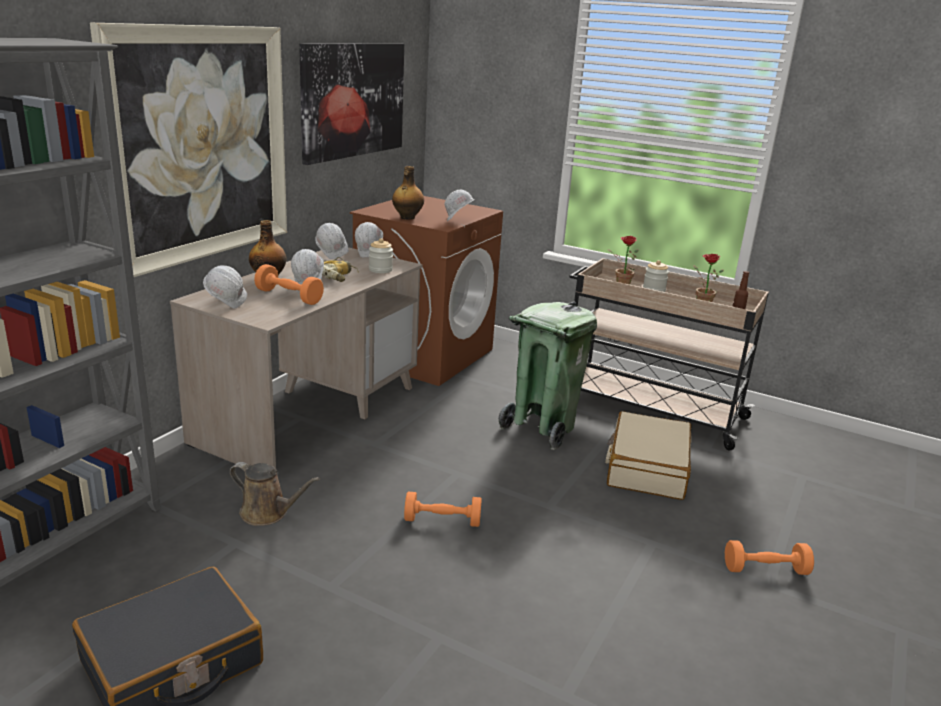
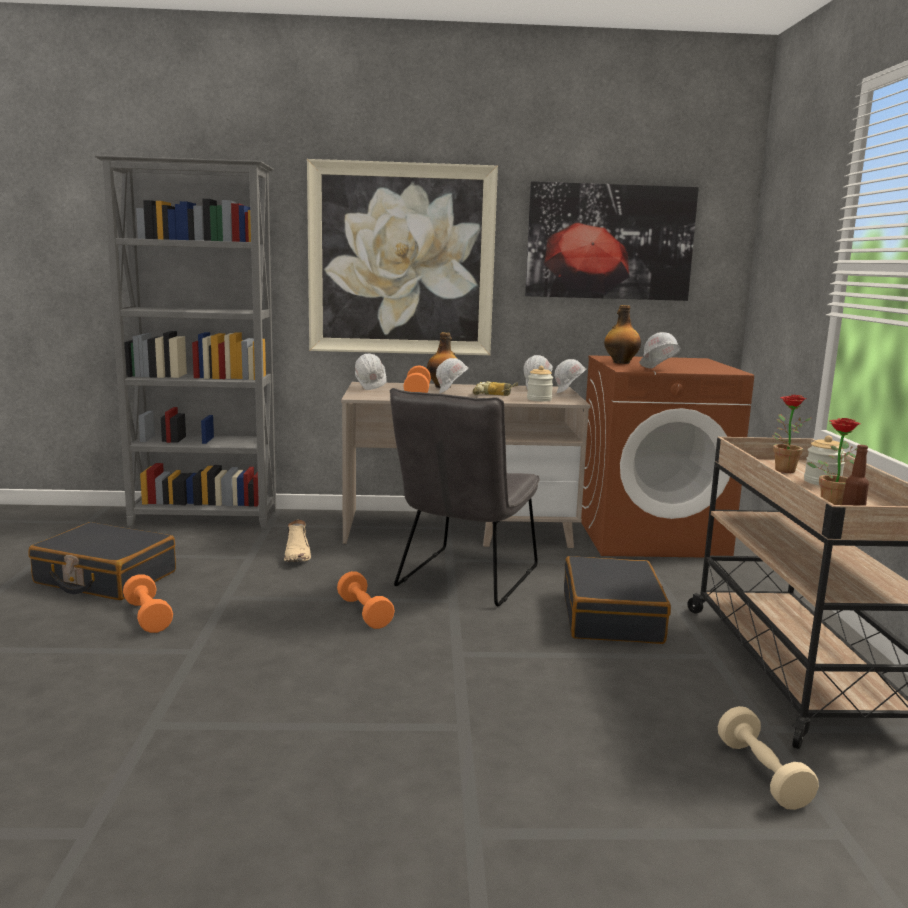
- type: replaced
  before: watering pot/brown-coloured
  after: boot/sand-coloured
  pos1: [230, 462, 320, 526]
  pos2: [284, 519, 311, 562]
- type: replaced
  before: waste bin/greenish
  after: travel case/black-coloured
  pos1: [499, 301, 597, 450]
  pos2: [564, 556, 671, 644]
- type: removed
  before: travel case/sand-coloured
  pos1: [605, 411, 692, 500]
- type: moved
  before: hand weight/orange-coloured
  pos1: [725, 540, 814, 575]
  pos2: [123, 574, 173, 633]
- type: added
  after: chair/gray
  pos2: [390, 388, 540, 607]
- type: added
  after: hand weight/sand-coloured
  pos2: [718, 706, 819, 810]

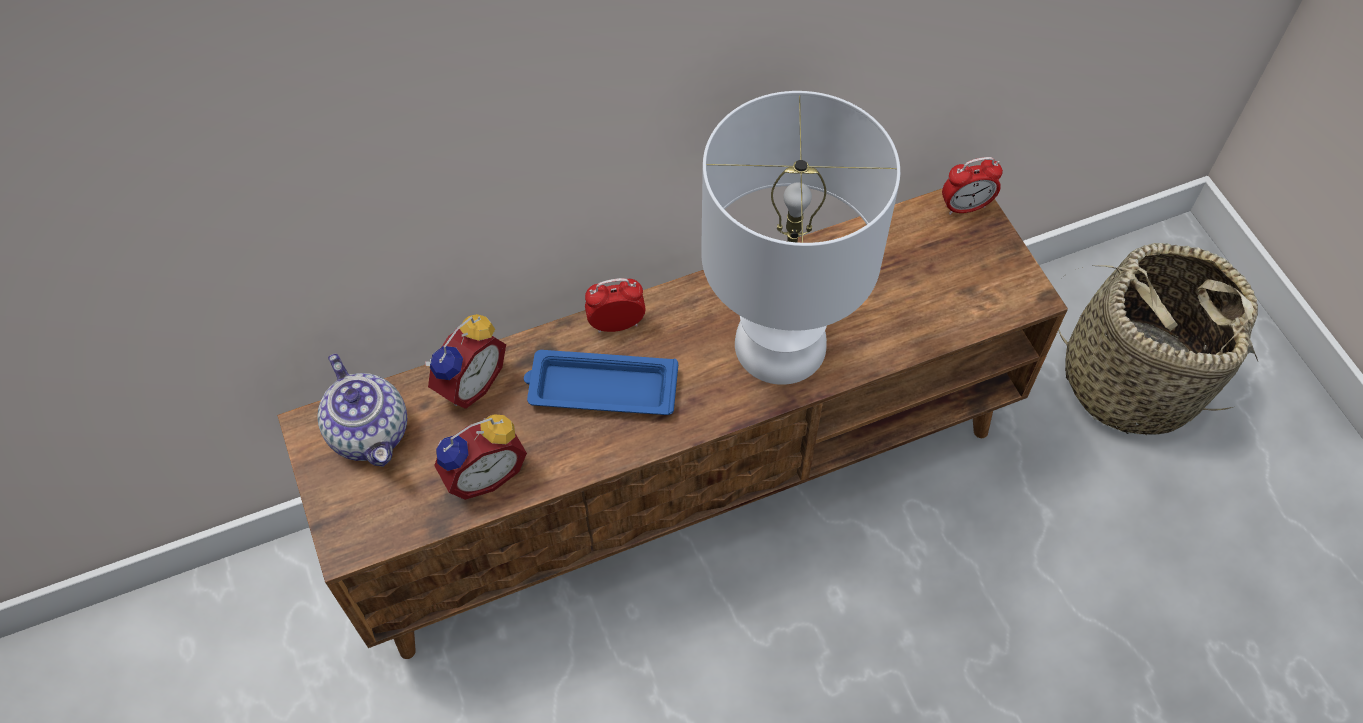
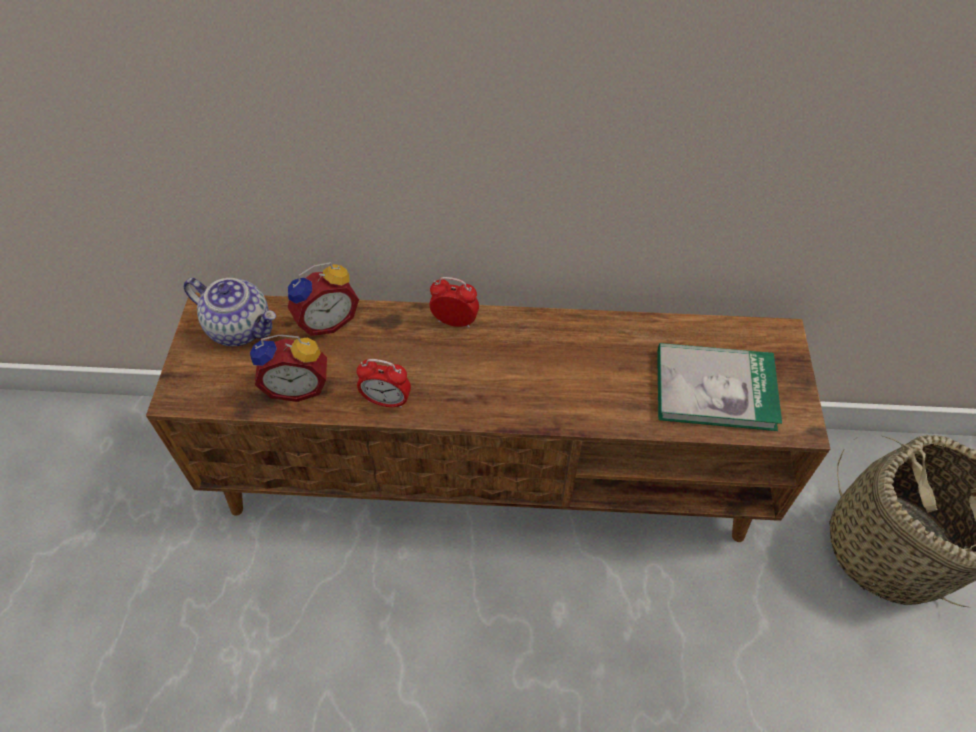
- type: turned
  before: teapot
  pos1: [317, 354, 407, 467]
  pos2: [184, 278, 276, 346]
  turn: -60
- type: removed
  before: carrying tray/blue
  pos1: [524, 350, 678, 415]
- type: removed
  before: table lamp/white
  pos1: [701, 91, 900, 385]
- type: moved
  before: bedside clock
  pos1: [942, 157, 1003, 215]
  pos2: [356, 359, 411, 408]
- type: added
  after: bound book
  pos2: [657, 343, 782, 431]

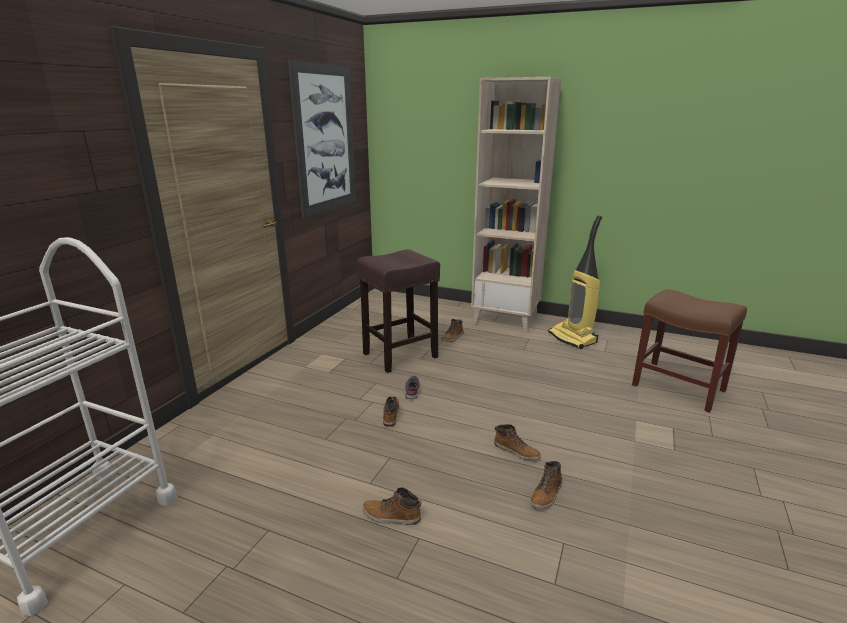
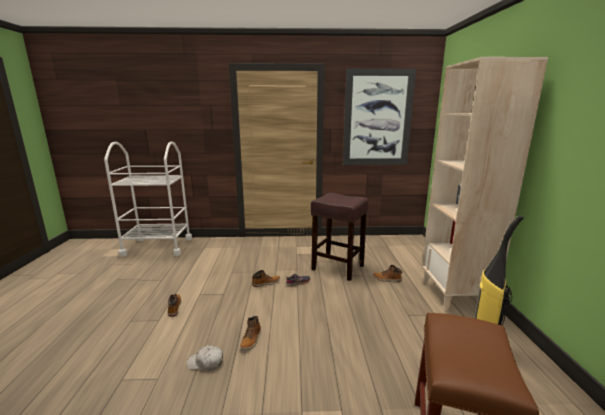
- type: replaced
  before: boot
  after: cap/white
  pos1: [530, 461, 562, 509]
  pos2: [187, 345, 223, 370]

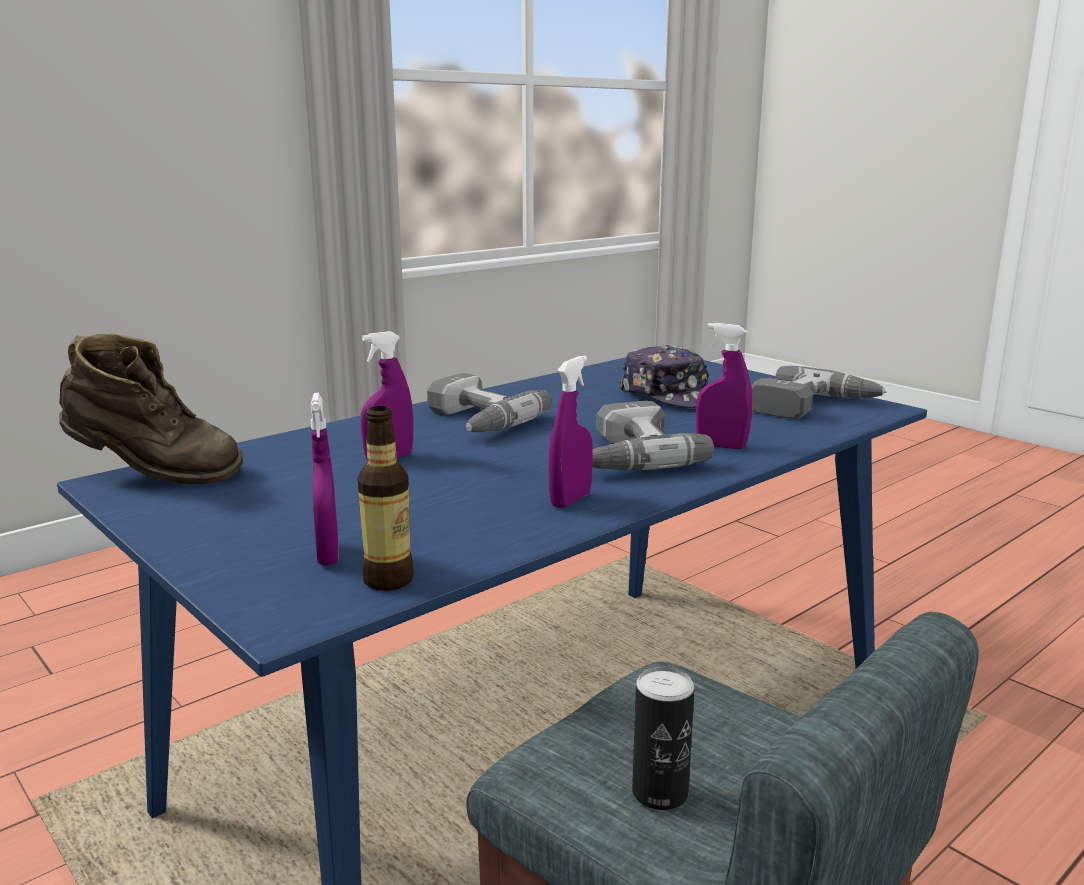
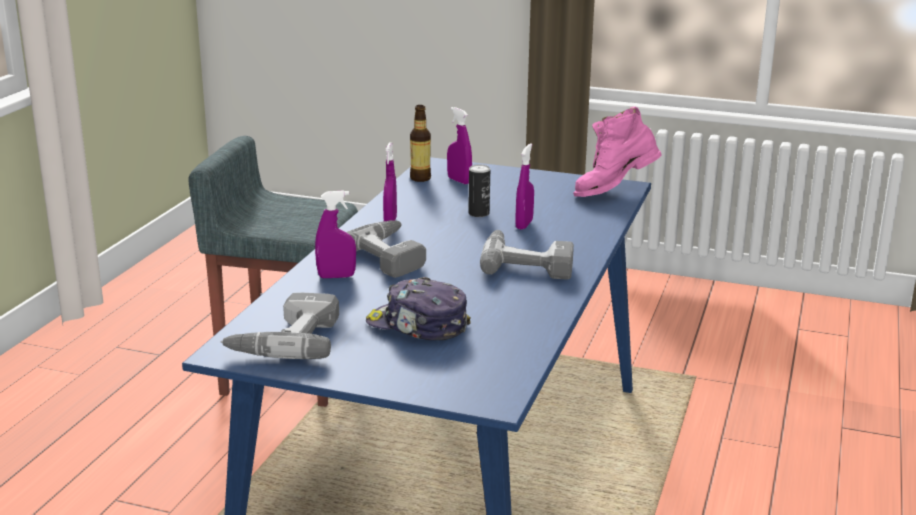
- type: recoloured
  before: boot/brown-coloured
  after: boot/pink-coloured
  pos1: [59, 334, 243, 485]
  pos2: [573, 107, 662, 197]
- type: moved
  before: sealed can
  pos1: [632, 667, 695, 810]
  pos2: [468, 164, 490, 217]

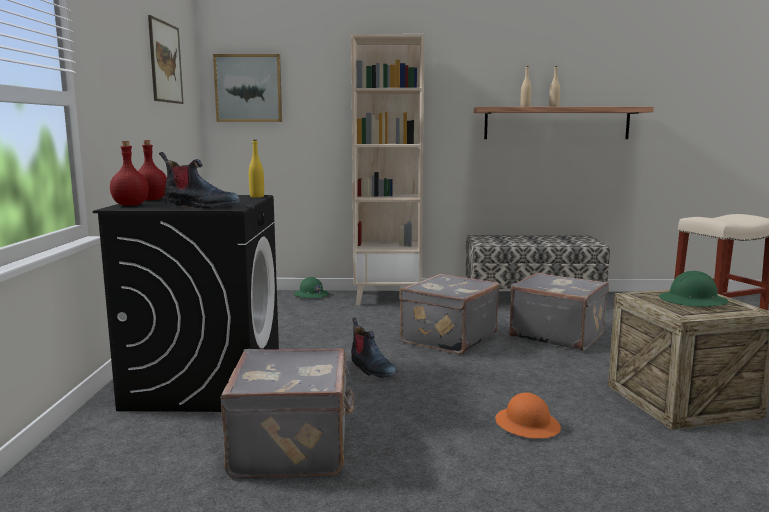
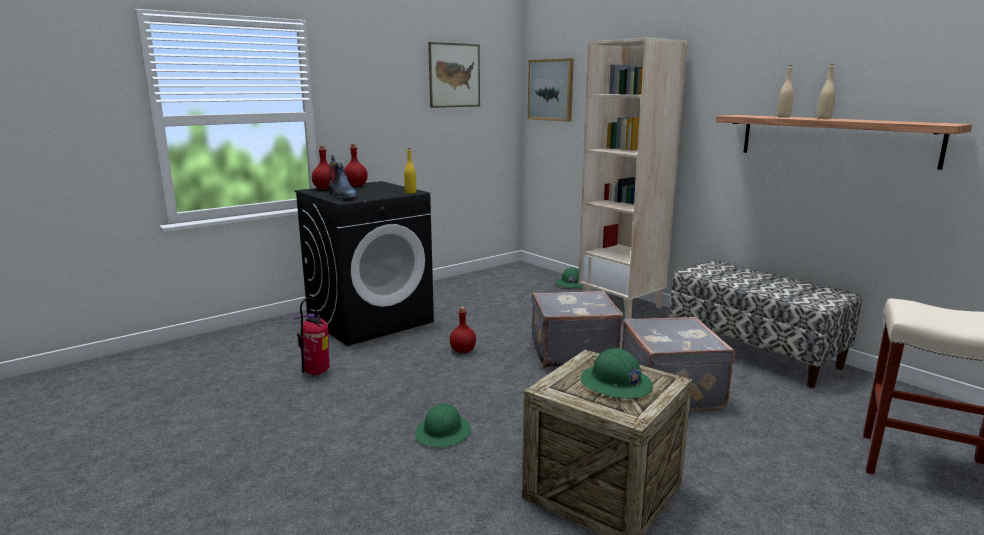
- type: replaced
  before: travel case/gray
  after: fire extinguisher
  pos1: [220, 348, 355, 478]
  pos2: [293, 297, 330, 375]
- type: replaced
  before: boot
  after: bottle/red
  pos1: [351, 318, 397, 378]
  pos2: [450, 307, 476, 353]
- type: recoloured
  before: work helmet/orange-coloured
  after: work helmet/greenish
  pos1: [495, 392, 561, 439]
  pos2: [415, 403, 471, 447]

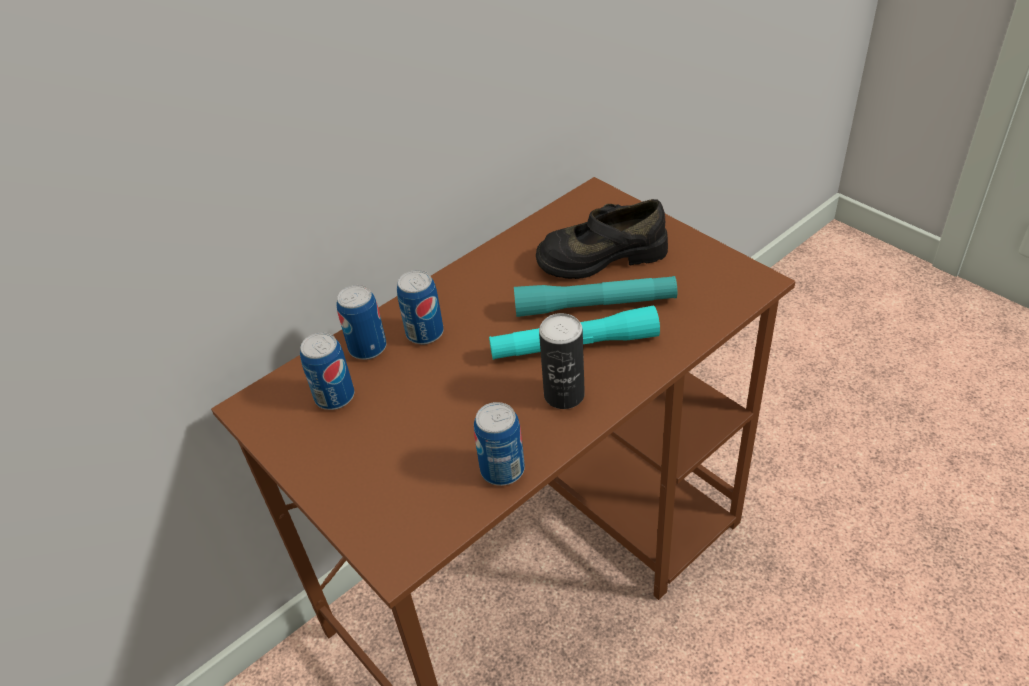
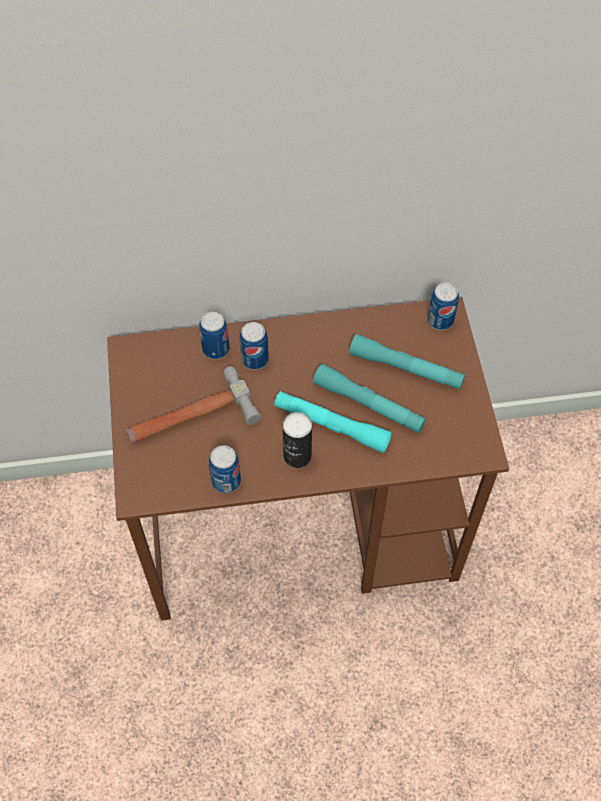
- type: moved
  before: sealed can
  pos1: [300, 332, 354, 410]
  pos2: [428, 282, 459, 330]
- type: replaced
  before: shoe/black-coloured
  after: torch/blue-green
  pos1: [536, 199, 668, 279]
  pos2: [349, 334, 465, 390]
- type: added
  after: hand hammer
  pos2: [126, 366, 261, 443]

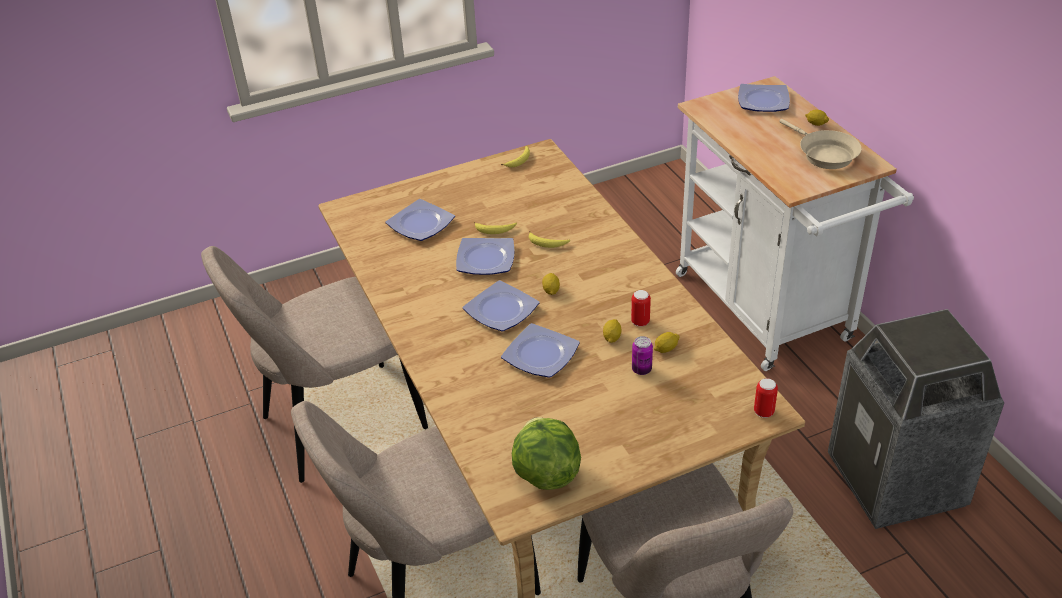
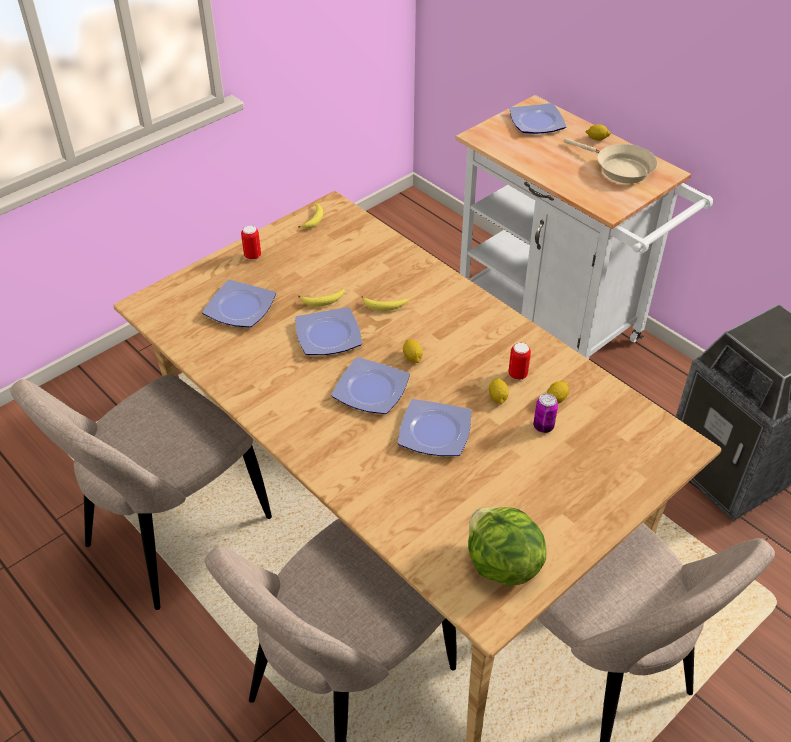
- type: moved
  before: sealed can
  pos1: [754, 378, 778, 418]
  pos2: [241, 225, 261, 260]

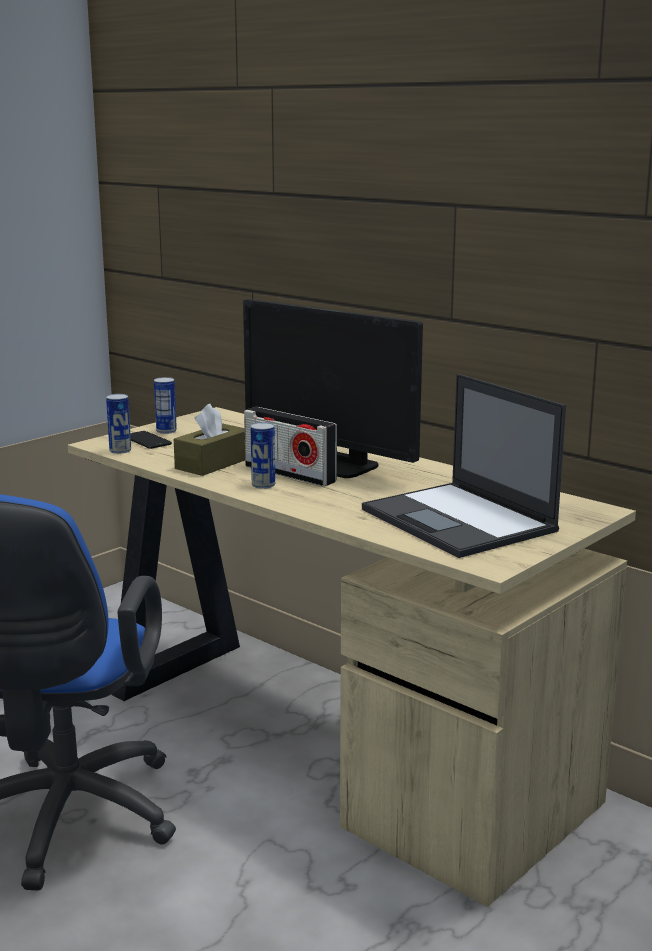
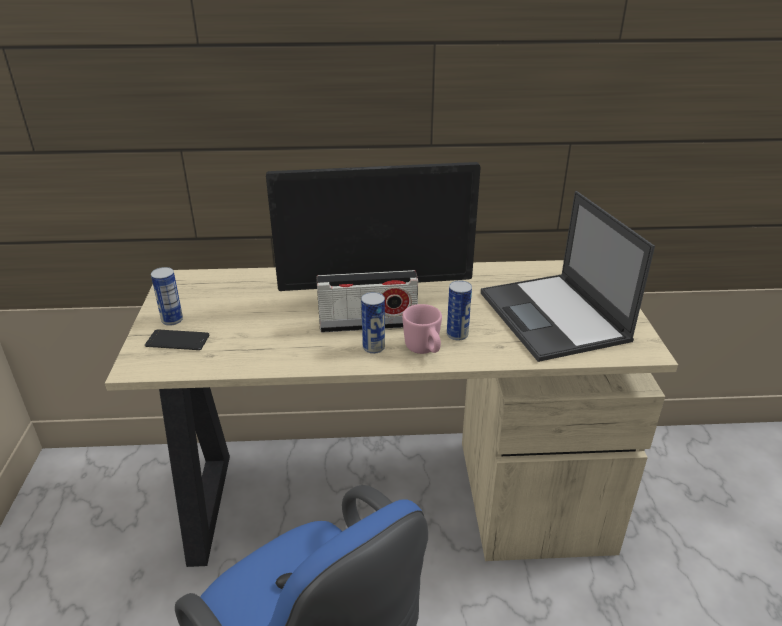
- type: moved
  before: sealed can
  pos1: [106, 394, 131, 454]
  pos2: [447, 280, 472, 341]
- type: removed
  before: box of tissues/brown-coloured
  pos1: [174, 404, 245, 476]
- type: turned
  before: laptop
  pos1: [362, 374, 566, 558]
  pos2: [481, 191, 655, 362]
  turn: 60
- type: added
  after: coffee mug/pink-coloured
  pos2: [402, 304, 442, 354]

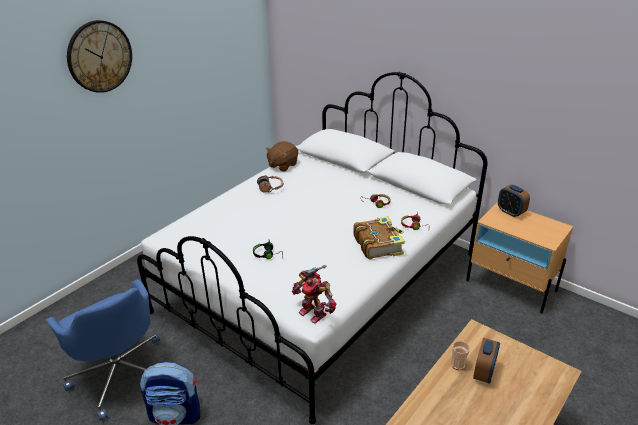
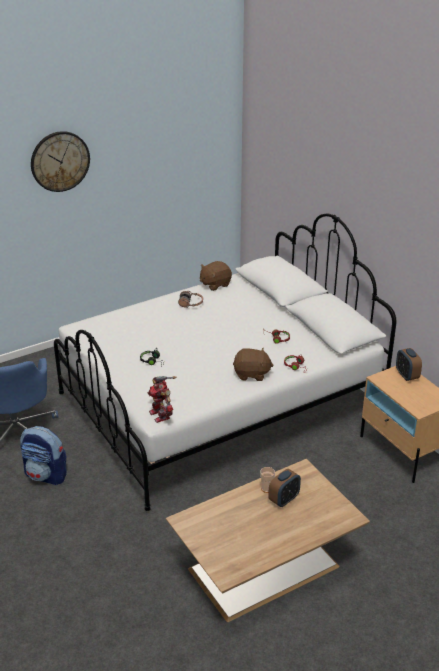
- type: replaced
  before: bound book
  after: soft toy/brown-coloured
  pos1: [353, 216, 405, 260]
  pos2: [233, 348, 274, 381]

